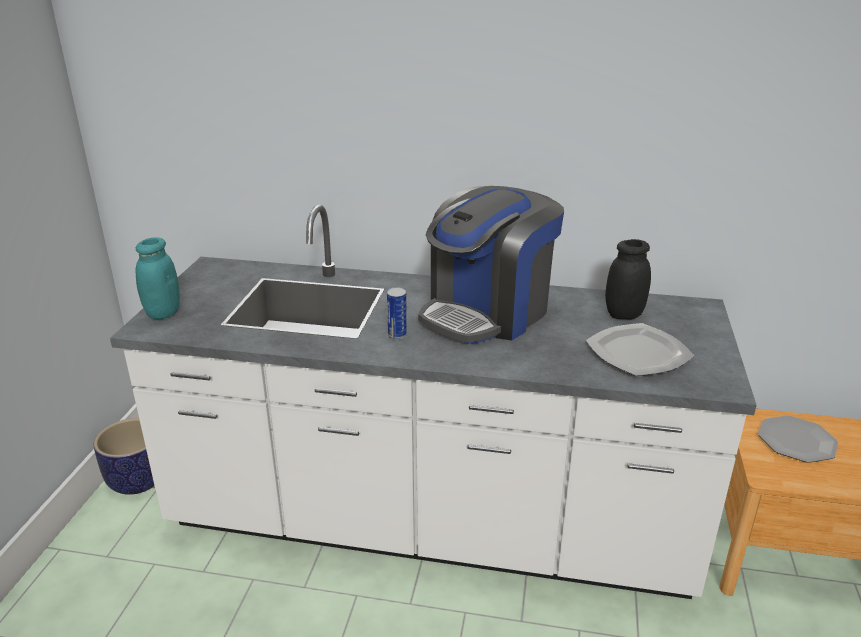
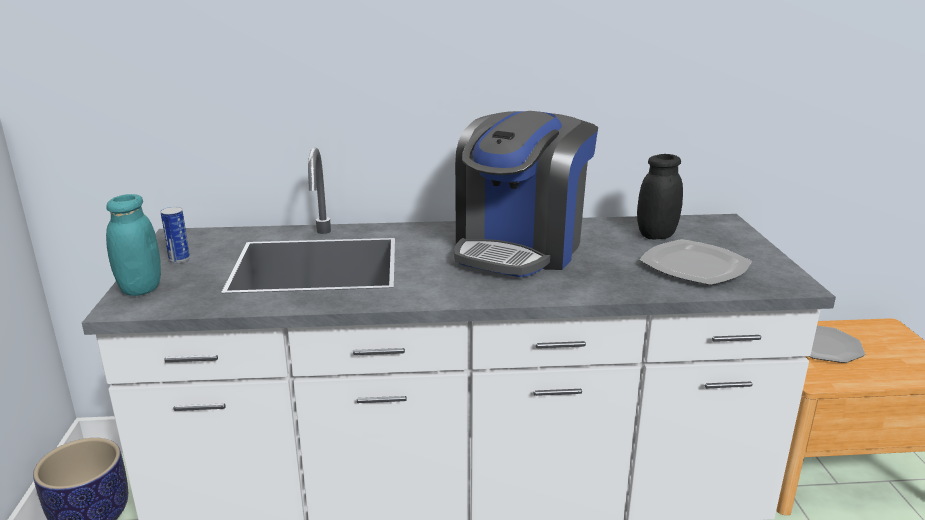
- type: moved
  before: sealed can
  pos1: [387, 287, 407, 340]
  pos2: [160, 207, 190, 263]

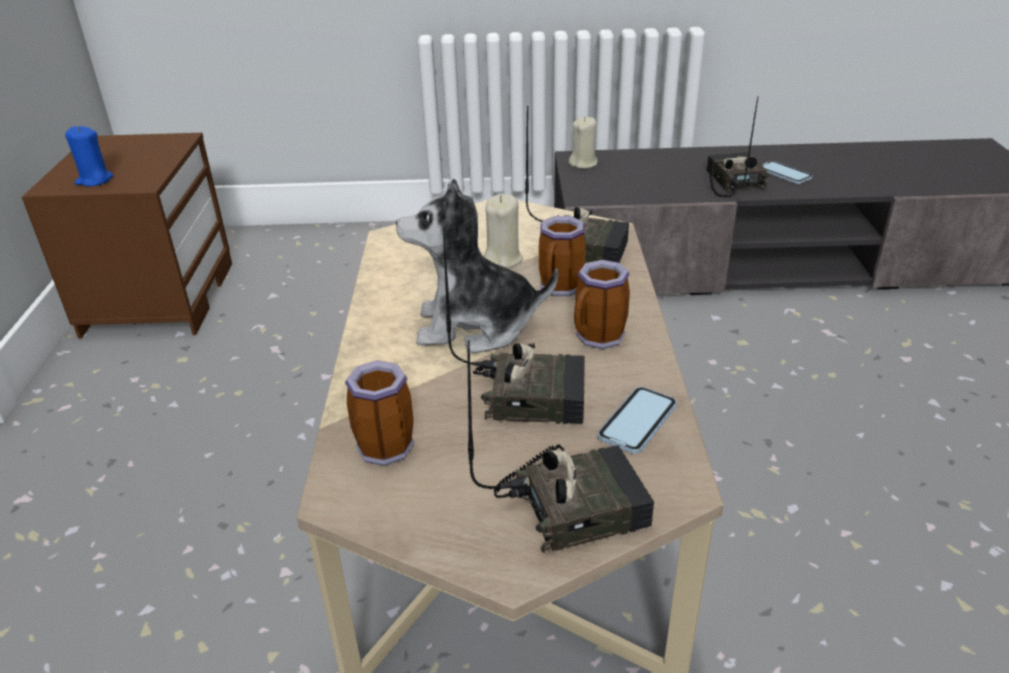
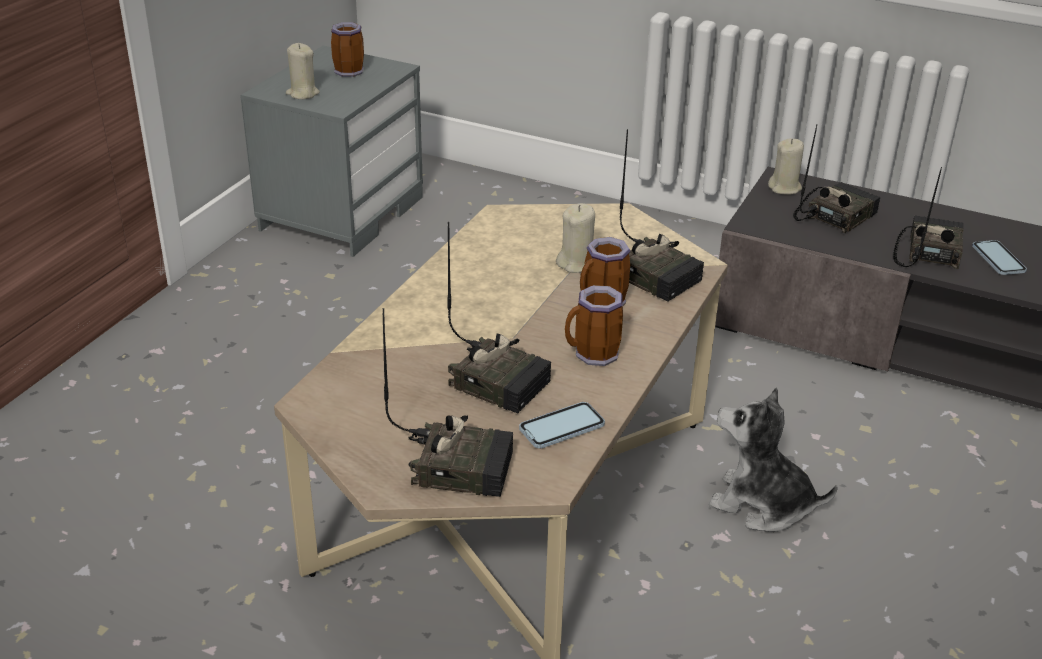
- type: recoloured
  before: night table/brown-coloured
  after: night table/gray
  pos1: [22, 133, 232, 339]
  pos2: [240, 46, 423, 257]
- type: recoloured
  before: candle/blue
  after: candle/sand-coloured
  pos1: [65, 126, 113, 186]
  pos2: [286, 43, 320, 99]
- type: moved
  before: coffee mug
  pos1: [345, 360, 414, 466]
  pos2: [331, 22, 364, 77]
- type: moved
  before: soft toy
  pos1: [396, 179, 558, 354]
  pos2: [709, 387, 838, 532]
- type: added
  after: radio
  pos2: [793, 124, 881, 233]

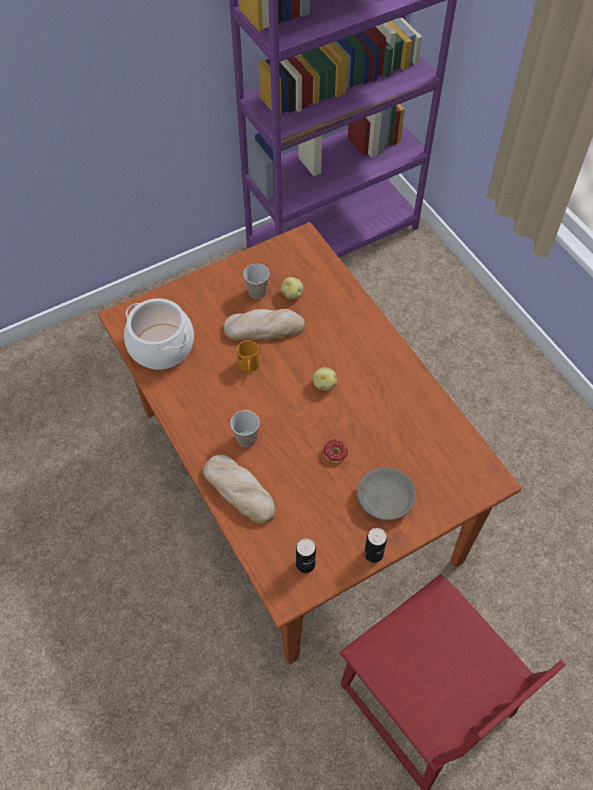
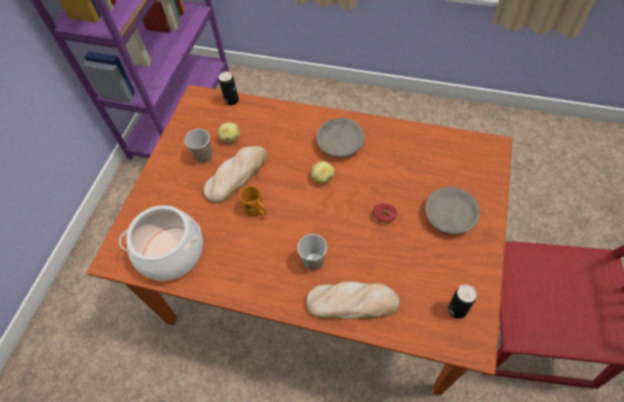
- type: moved
  before: sealed can
  pos1: [364, 528, 387, 563]
  pos2: [218, 71, 239, 105]
- type: added
  after: serving bowl/gray
  pos2: [316, 118, 364, 158]

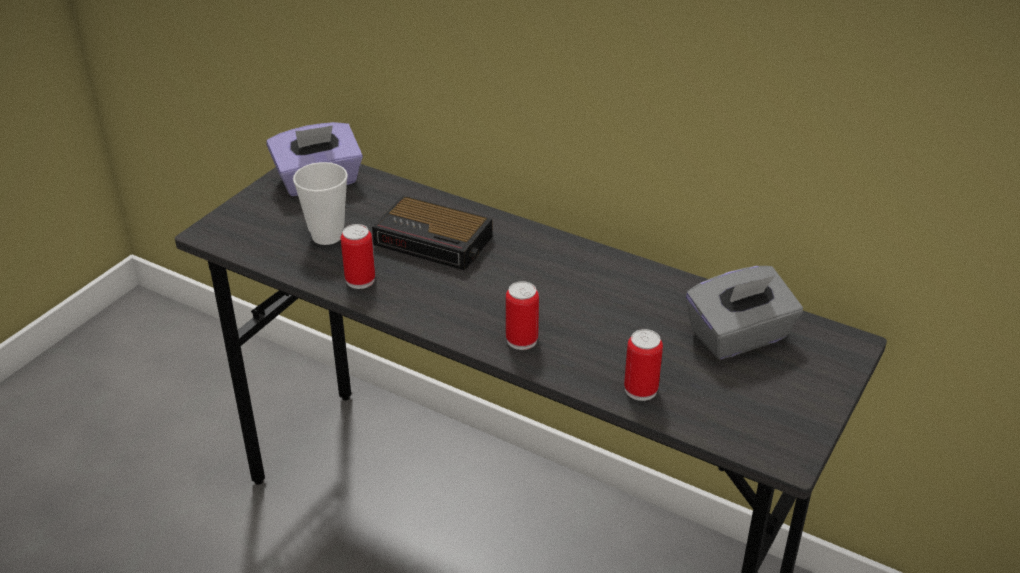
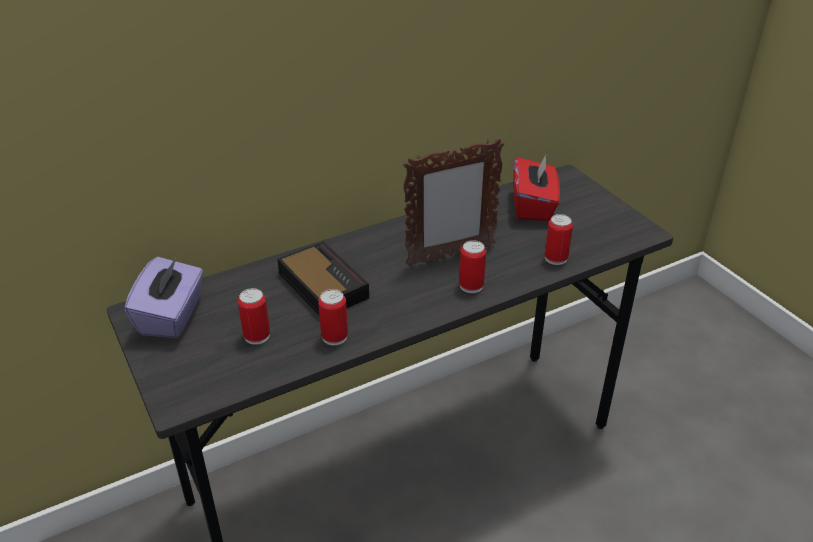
- type: replaced
  before: small cup
  after: sealed can
  pos1: [293, 162, 348, 245]
  pos2: [238, 288, 270, 345]
- type: turned
  before: bedside clock
  pos1: [372, 196, 493, 270]
  pos2: [277, 241, 369, 315]
  turn: -90
- type: recoloured
  before: box of tissues/gray
  after: box of tissues/red
  pos1: [686, 266, 803, 359]
  pos2: [513, 153, 560, 221]
- type: added
  after: photo frame
  pos2: [403, 138, 504, 267]

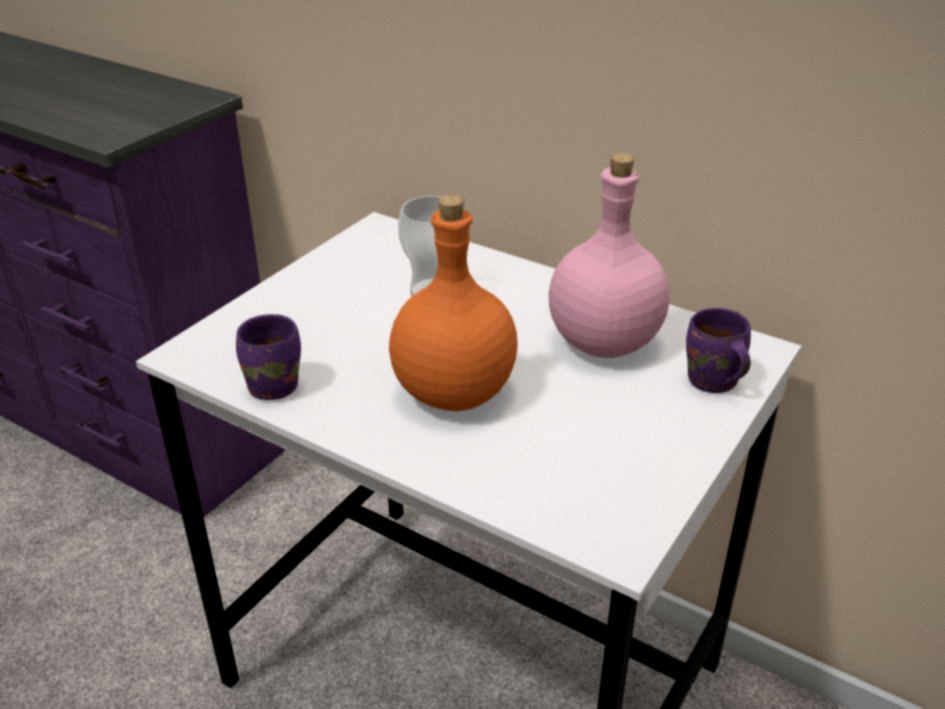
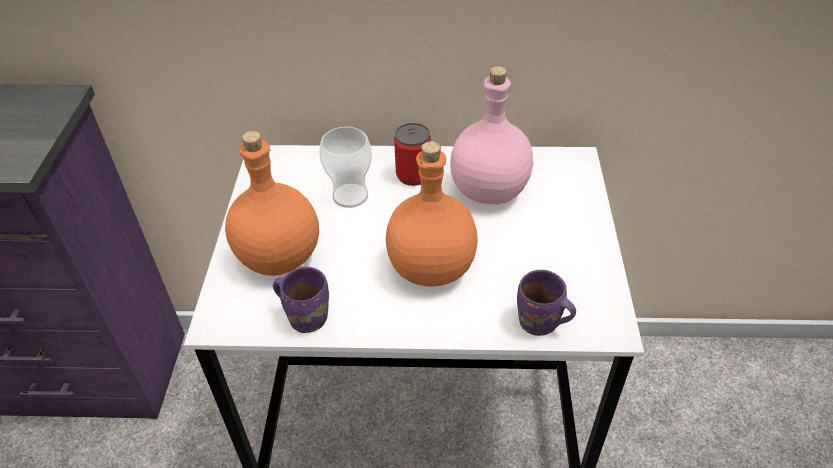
- type: moved
  before: coffee mug/purple-coloured
  pos1: [686, 308, 751, 393]
  pos2: [517, 270, 576, 336]
- type: added
  after: bottle/orange-coloured
  pos2: [225, 131, 319, 276]
- type: added
  after: sealed can
  pos2: [394, 123, 431, 186]

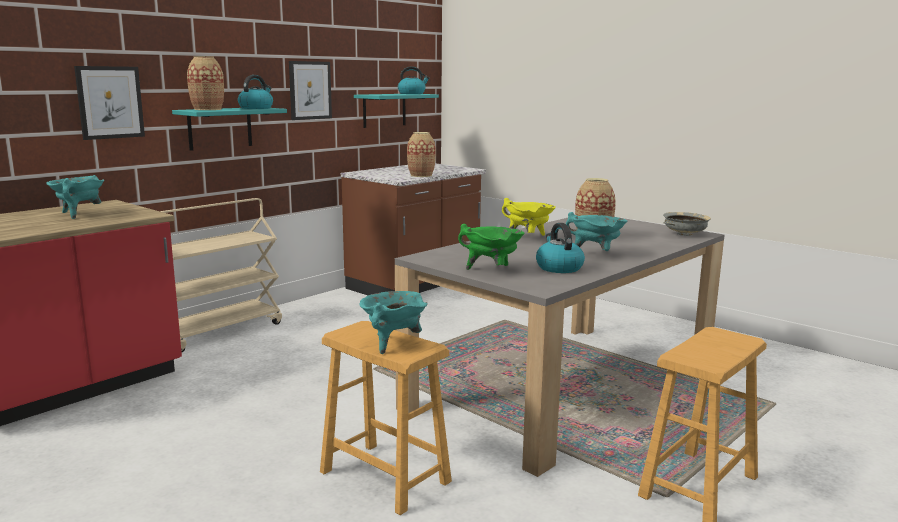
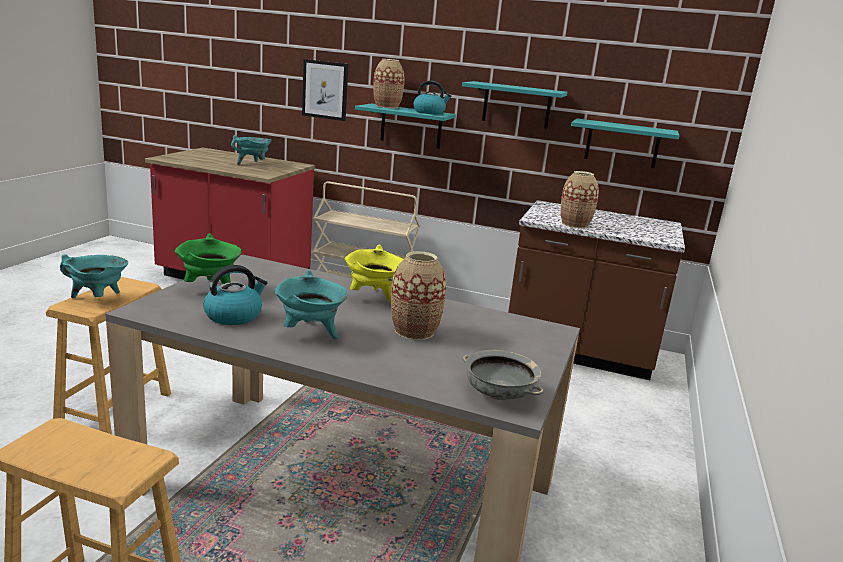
- type: replaced
  before: wall picture
  after: wall shelf/blue-green
  pos1: [289, 61, 332, 120]
  pos2: [462, 81, 567, 129]
- type: removed
  before: water kettle
  pos1: [398, 66, 430, 94]

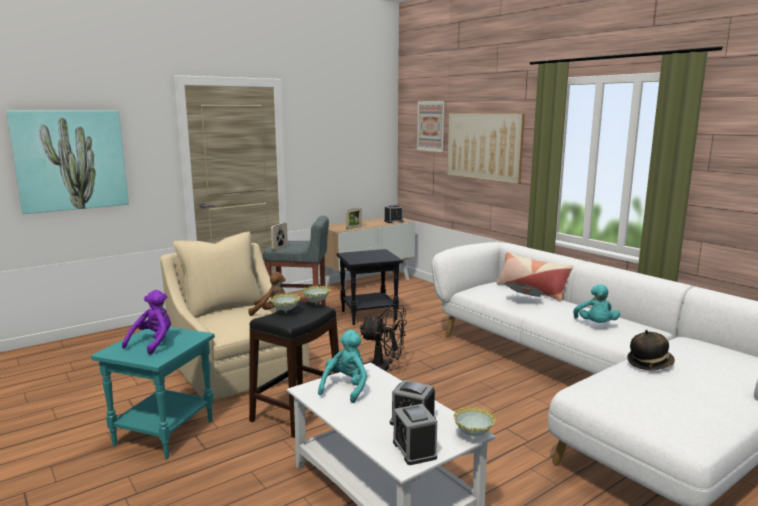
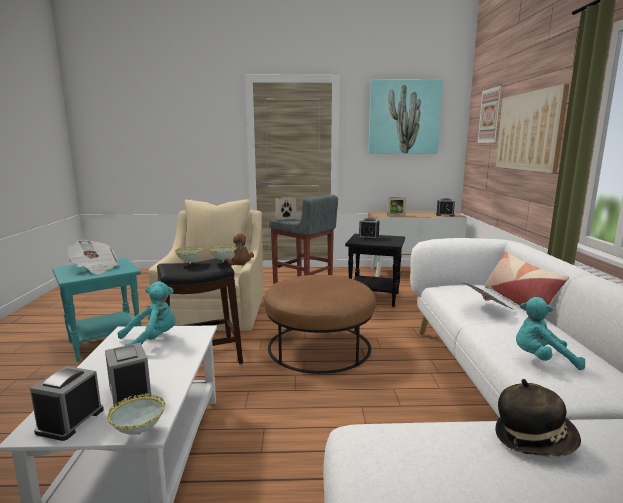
- type: moved
  before: wall picture
  pos1: [6, 110, 129, 214]
  pos2: [368, 79, 443, 154]
- type: replaced
  before: soft toy/purple-coloured
  after: printed paper
  pos1: [122, 290, 171, 355]
  pos2: [68, 240, 119, 274]
- type: replaced
  before: electric fan/black-coloured
  after: pouffe/brown-coloured
  pos1: [360, 304, 407, 371]
  pos2: [264, 275, 376, 374]
- type: turned
  before: soft toy/blue-green
  pos1: [573, 284, 620, 323]
  pos2: [516, 297, 585, 370]
  turn: 60
- type: added
  after: bedside clock
  pos2: [358, 218, 380, 240]

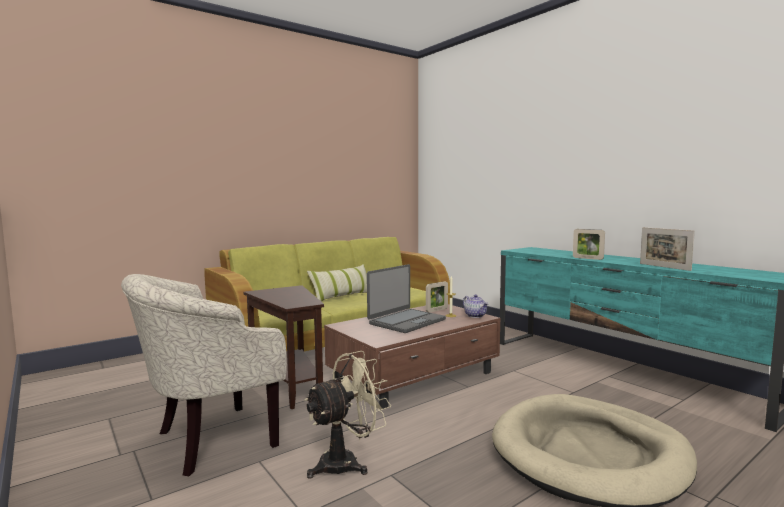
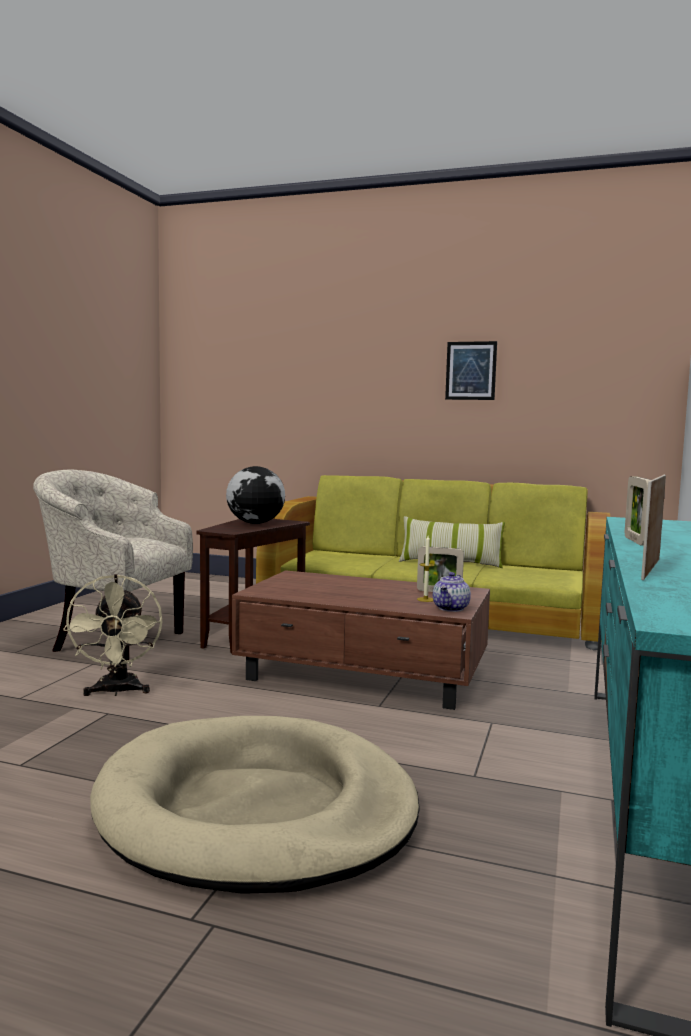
- type: turned
  before: electric fan/sand-coloured
  pos1: [304, 351, 391, 479]
  pos2: [63, 574, 162, 696]
  turn: 60
- type: removed
  before: laptop
  pos1: [367, 264, 446, 333]
- type: added
  after: world globe
  pos2: [226, 466, 285, 524]
- type: added
  after: wall picture
  pos2: [445, 341, 497, 400]

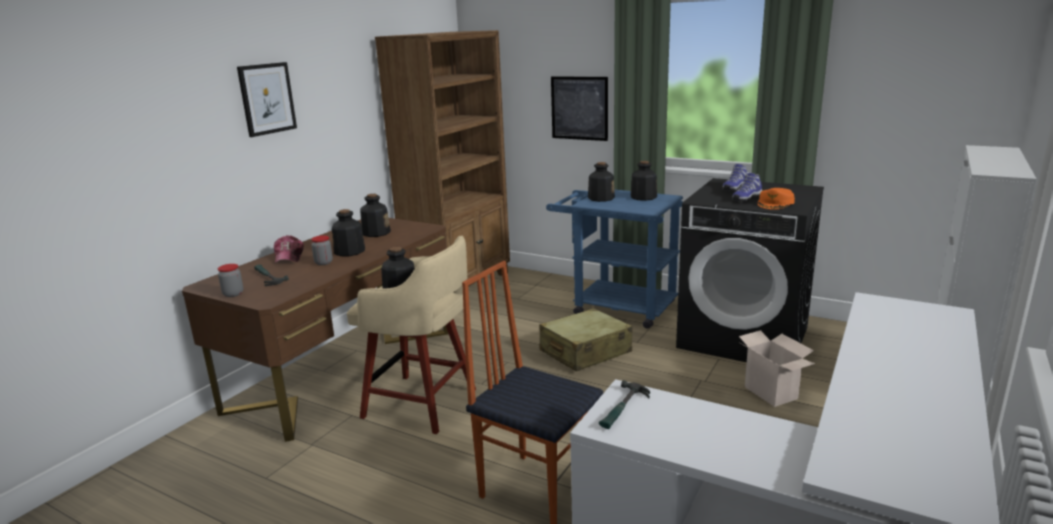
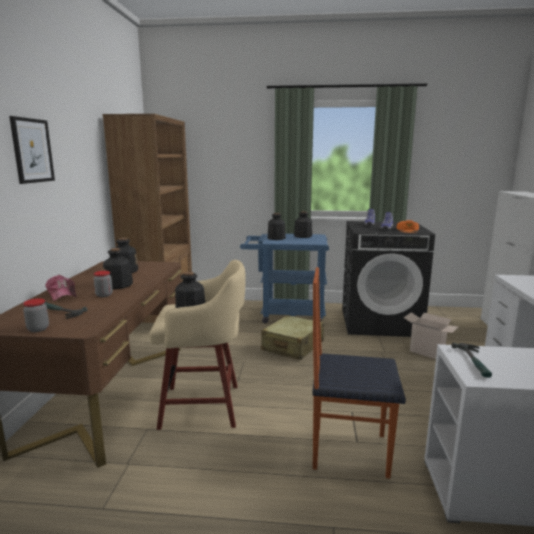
- type: removed
  before: wall picture
  pos1: [551, 76, 608, 141]

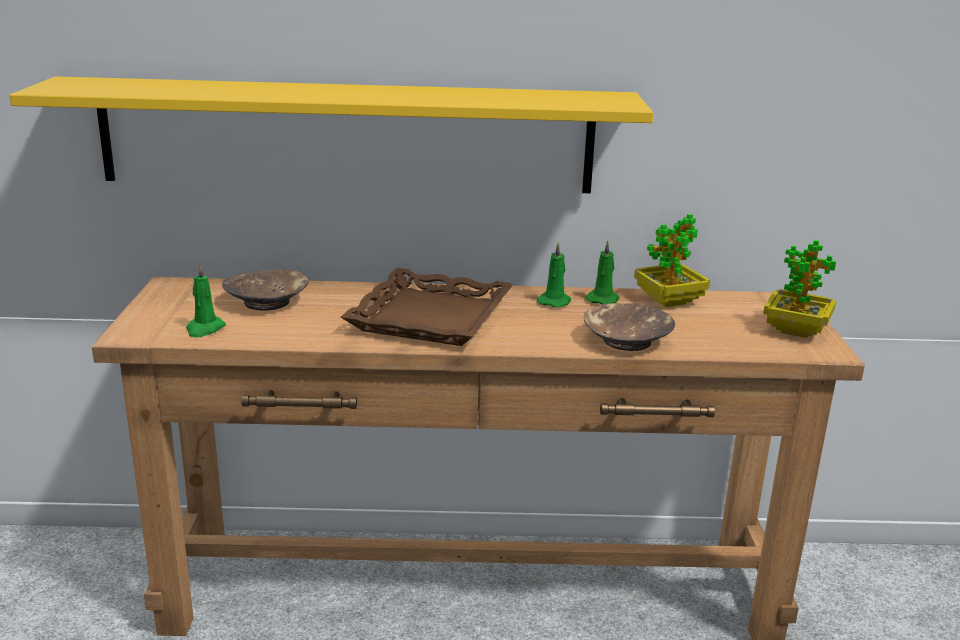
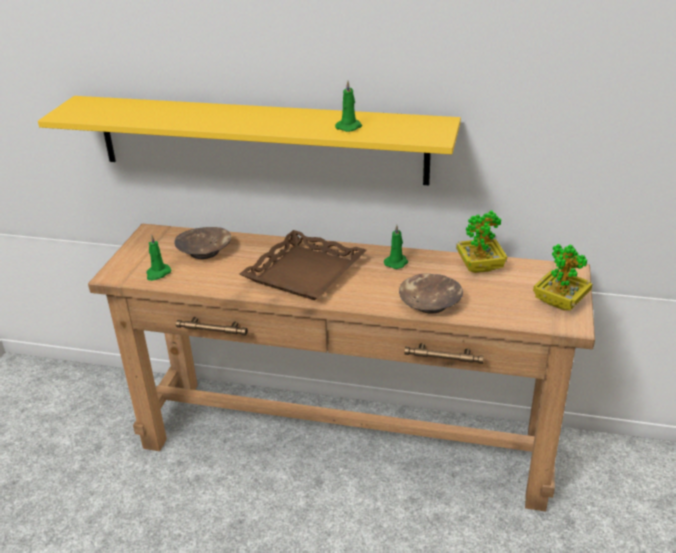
- type: moved
  before: candle/greenish
  pos1: [586, 241, 619, 304]
  pos2: [335, 81, 362, 132]

